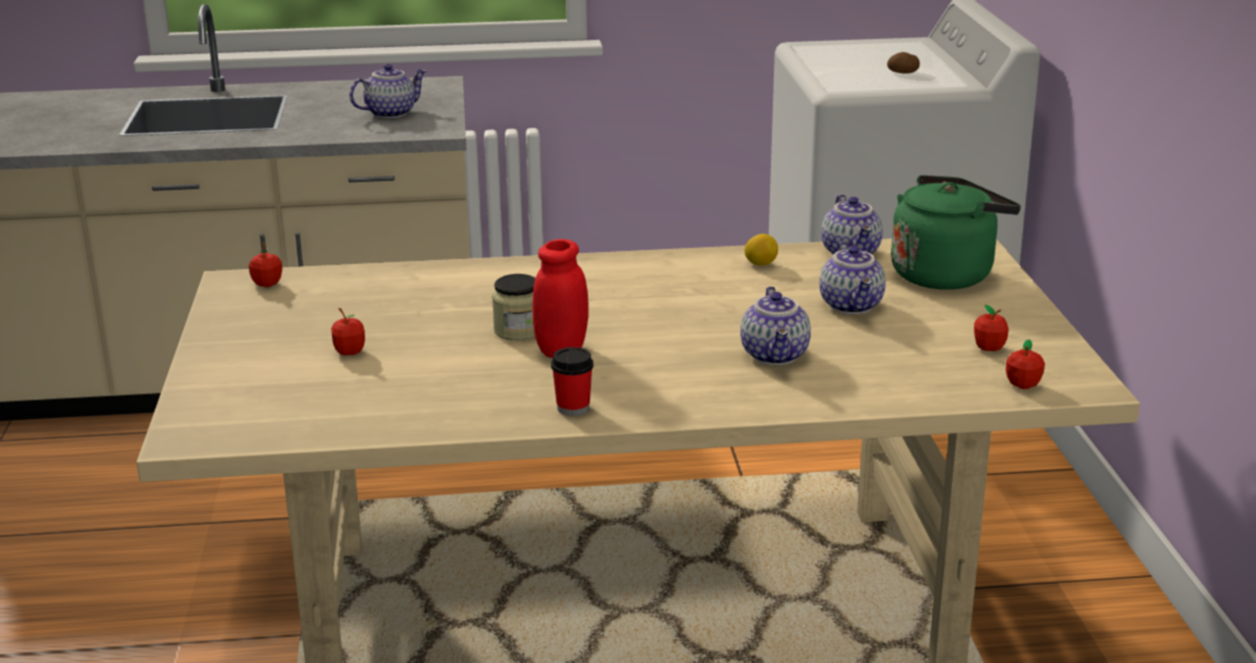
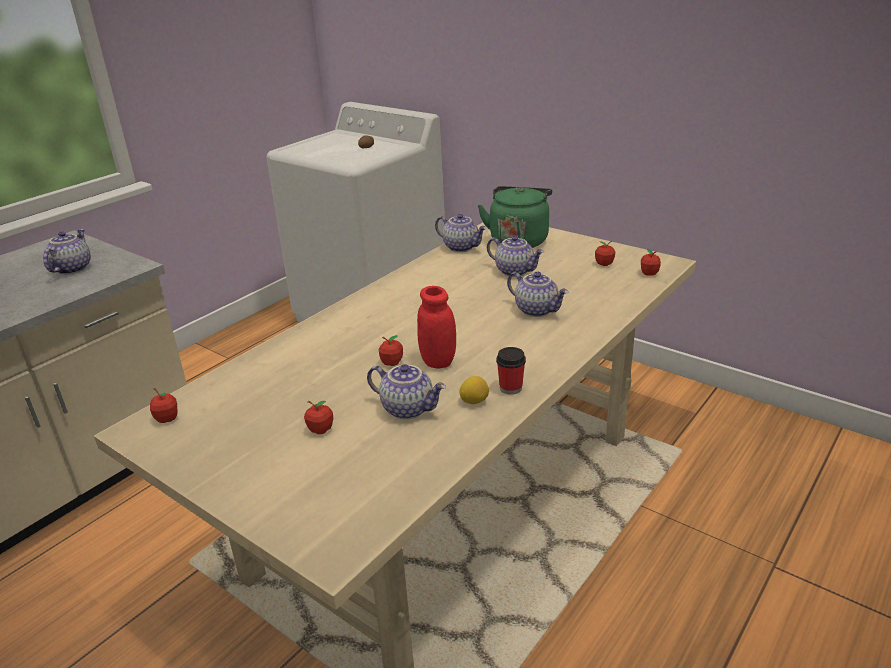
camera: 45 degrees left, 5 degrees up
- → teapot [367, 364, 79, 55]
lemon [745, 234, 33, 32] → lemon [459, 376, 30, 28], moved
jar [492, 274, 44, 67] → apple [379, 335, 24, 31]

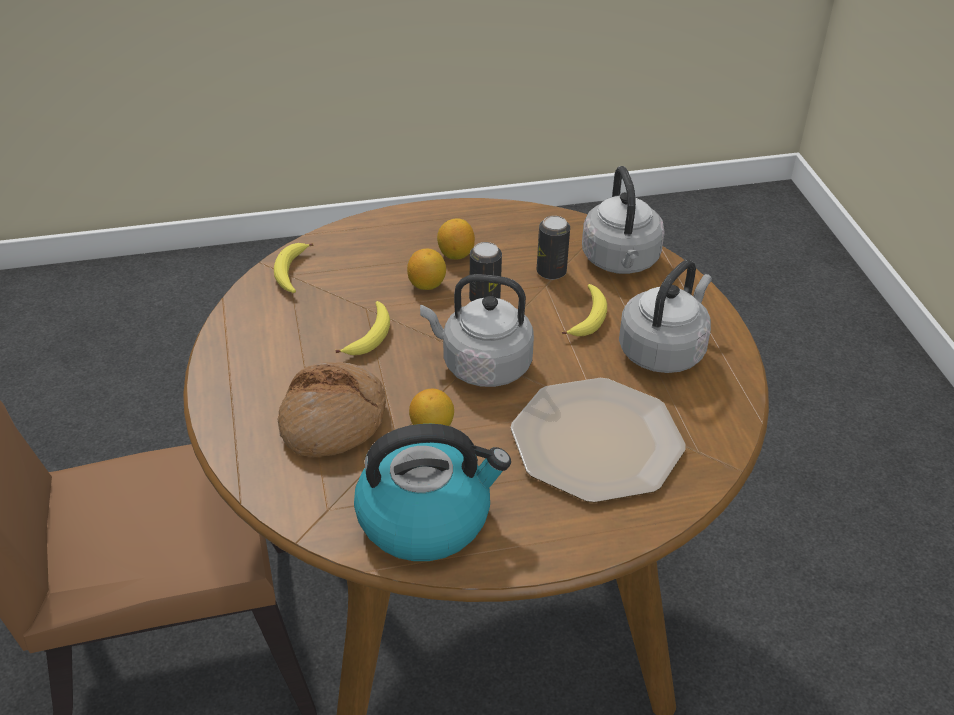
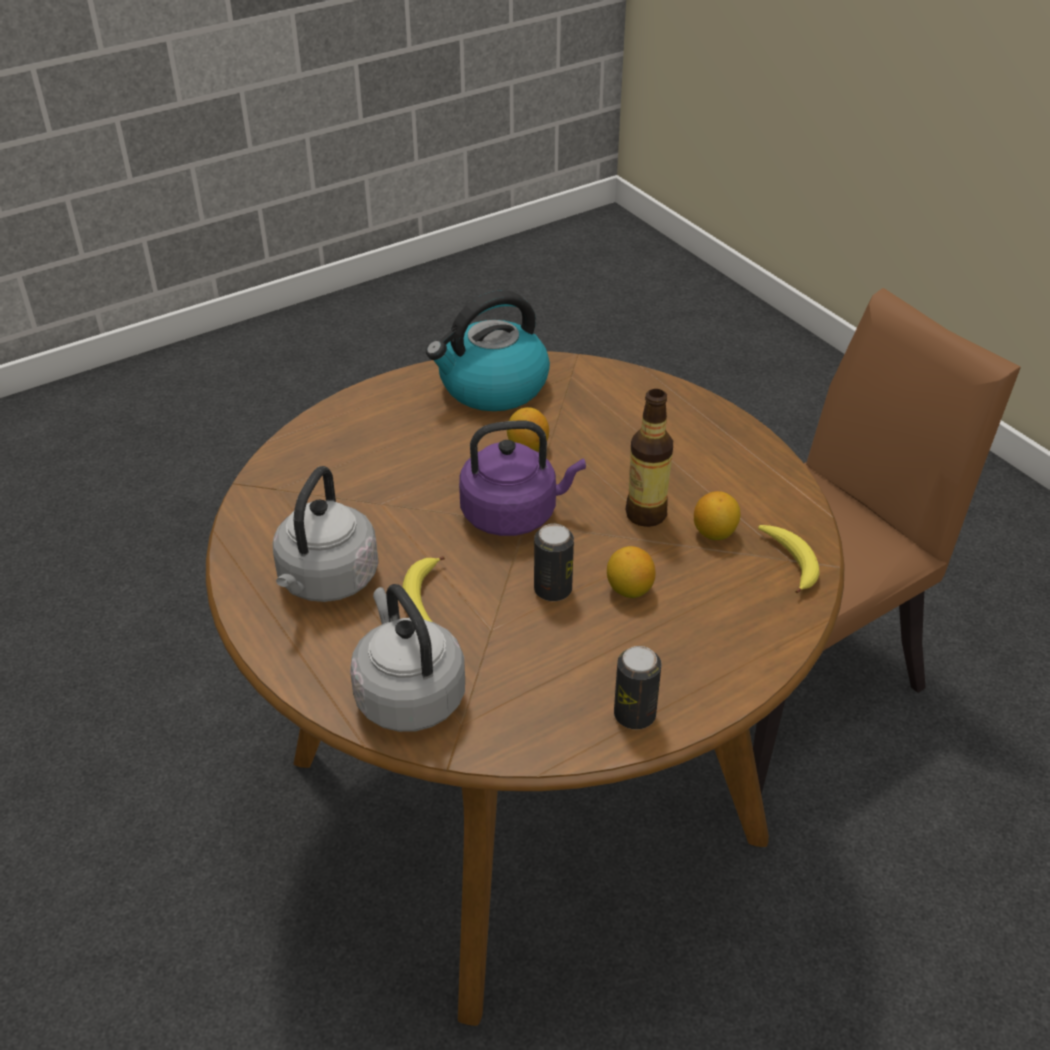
camera: 160 degrees right, 0 degrees up
bread [277, 362, 109, 95] → -
plate [511, 378, 175, 125] → -
lemon [437, 218, 38, 42] → lemon [694, 491, 47, 49], moved
can [537, 216, 33, 64] → can [614, 646, 48, 83], moved
banana [335, 301, 55, 54] → bottle [626, 389, 47, 138]
kettle in grey [420, 274, 114, 113] → kettle in purple [459, 420, 127, 116]

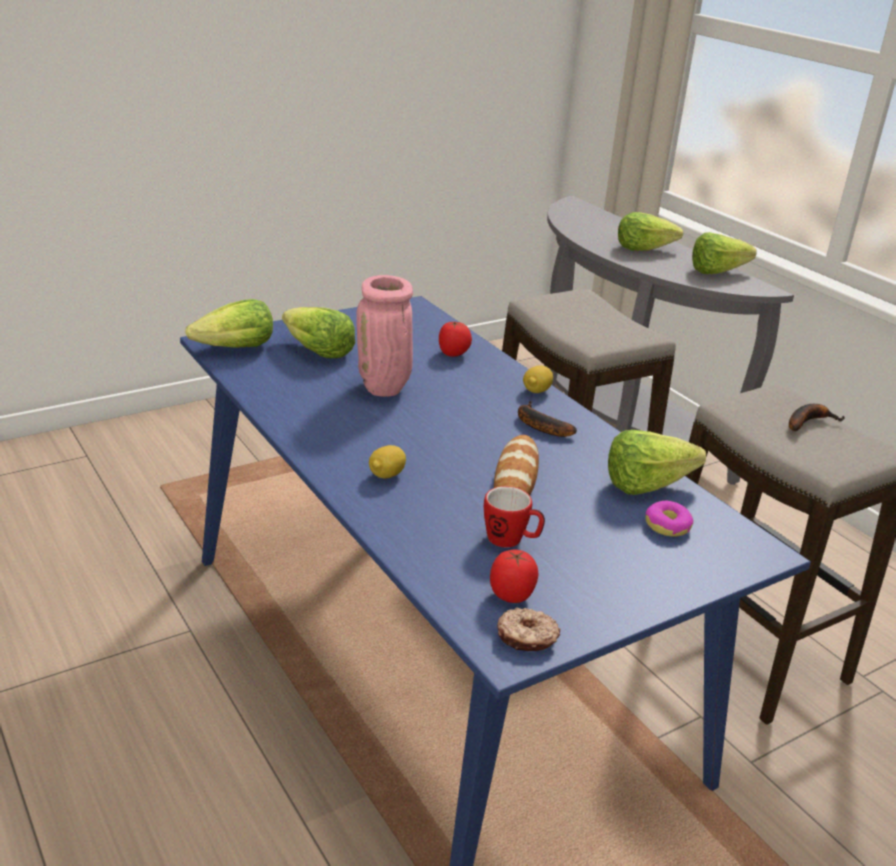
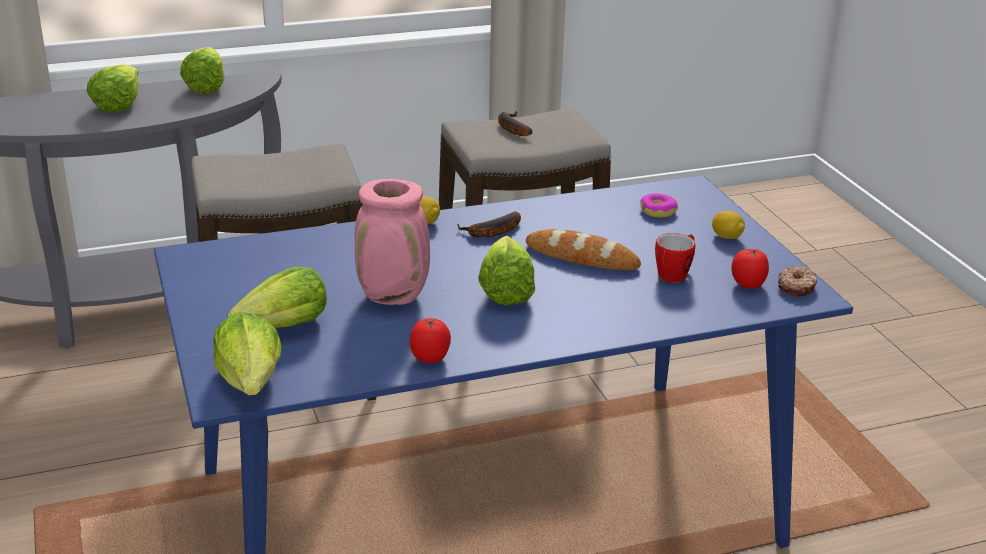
camera: 75 degrees left, 0 degrees up
lemon [369, 445, 37, 34] → lemon [712, 211, 33, 28], moved
tomato [439, 321, 33, 36] → tomato [410, 318, 41, 45], moved
lettuce [608, 430, 98, 65] → lettuce [478, 236, 57, 69], moved

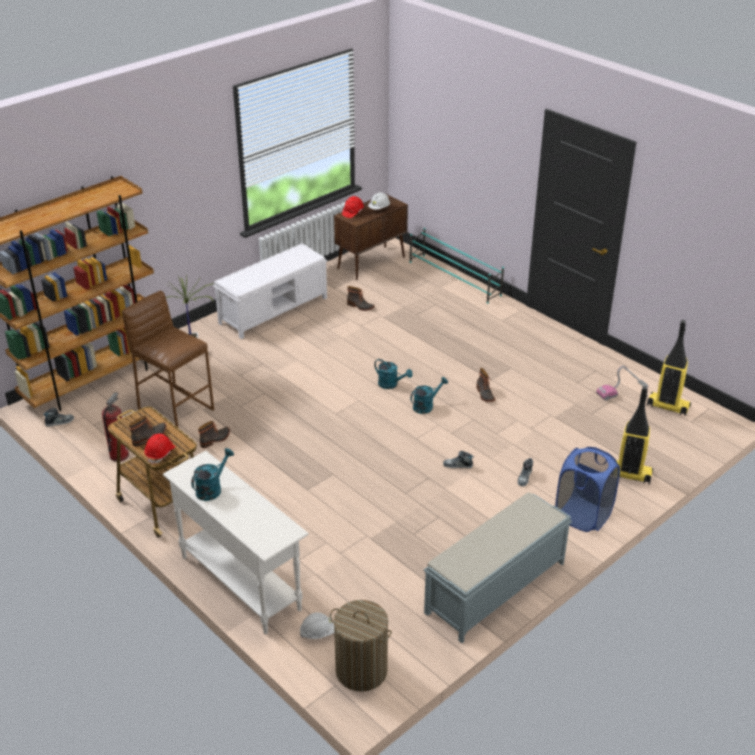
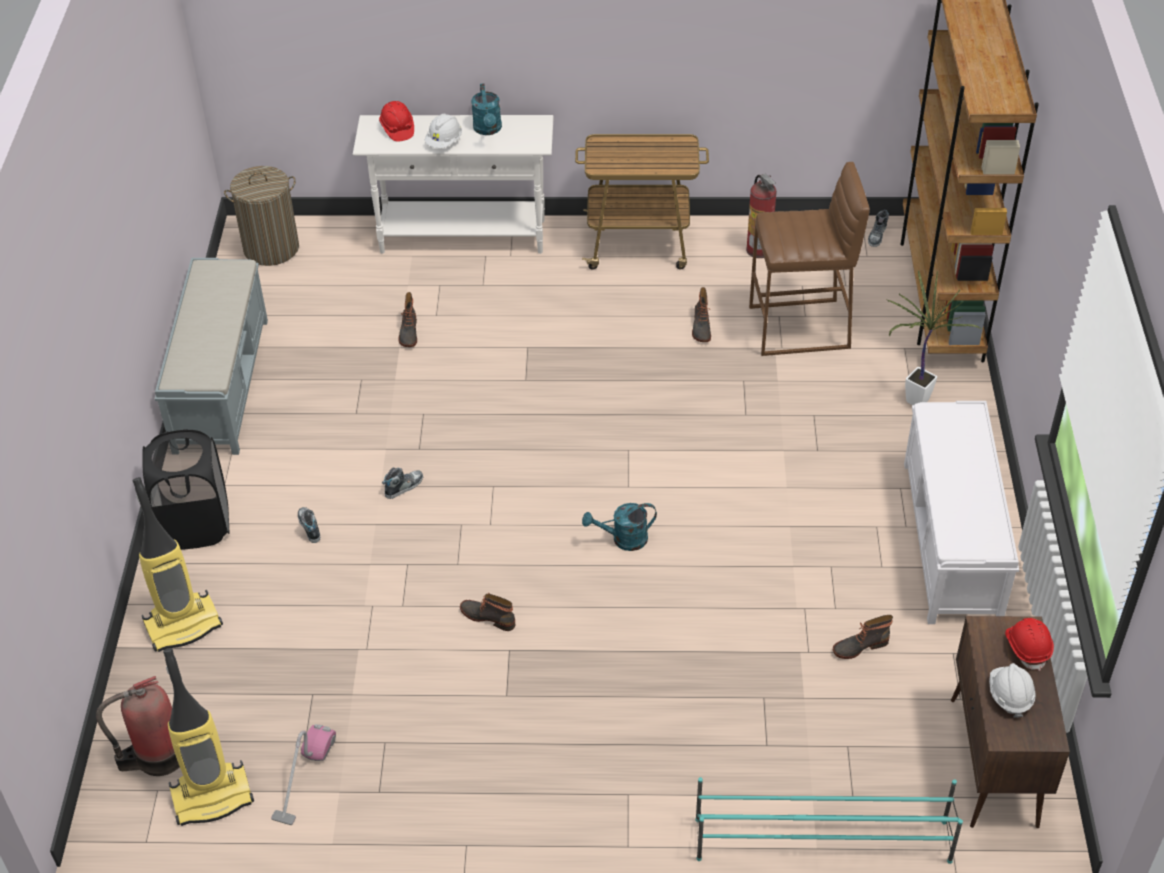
camera: 135 degrees right, 10 degrees up
watering can in turquoise [410, 377, 38, 37] → -
- → fire extinguisher [96, 676, 84, 100]
boot [129, 416, 38, 31] → boot [398, 292, 19, 55], moved
hard hat in red [144, 434, 32, 31] → hard hat in red [379, 101, 35, 41], moved
hard hat in white [300, 612, 34, 27] → hard hat in white [425, 114, 37, 34], moved
laundry basket in blue [555, 447, 65, 85] → laundry basket in black [142, 429, 87, 121]

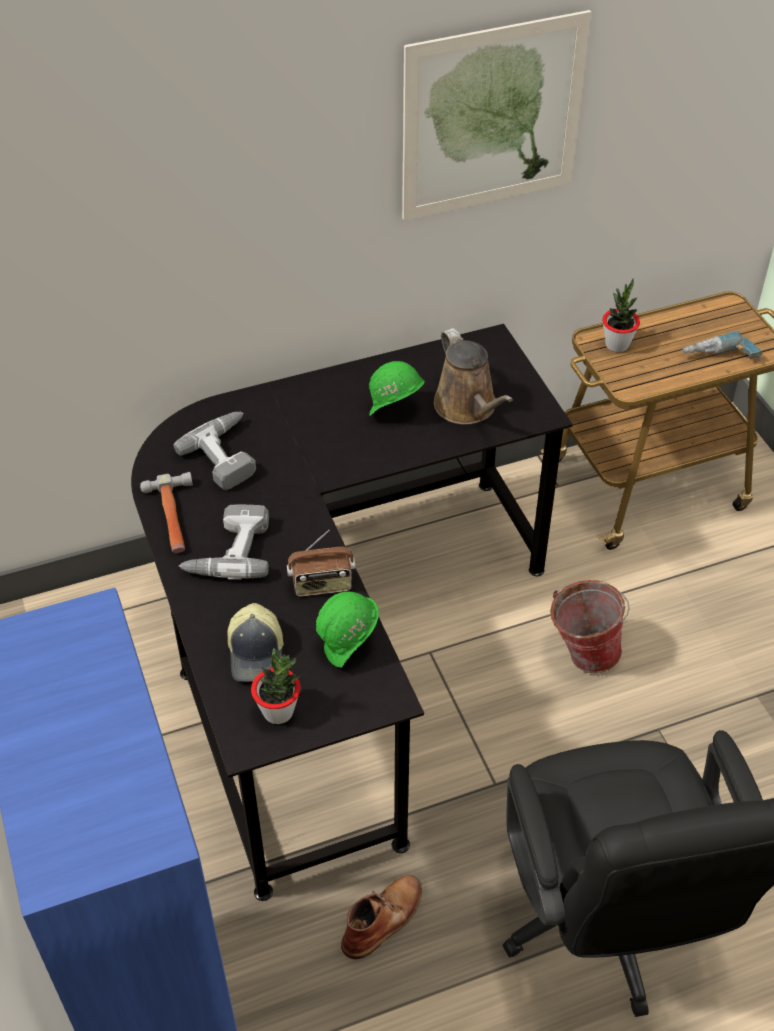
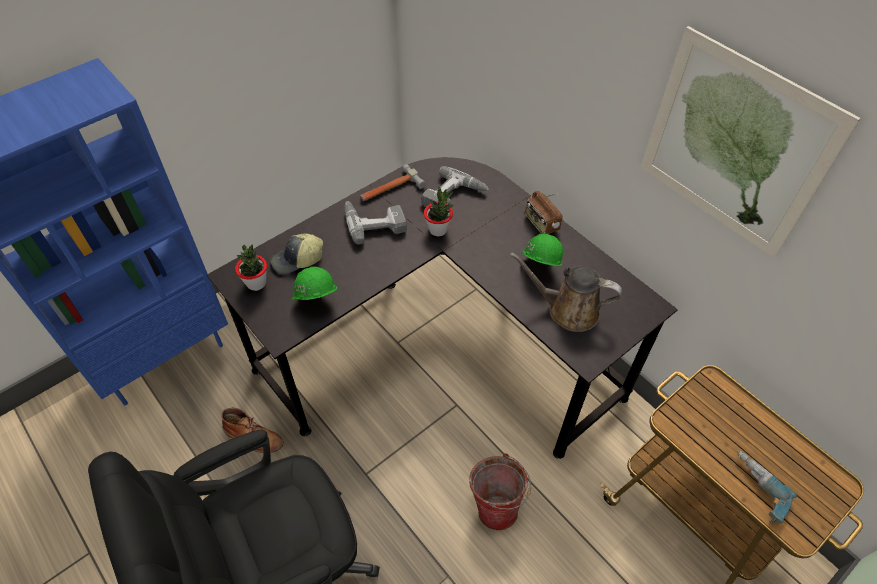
camera: 70 degrees right, 5 degrees up
radio [287, 530, 68, 66] → radio [525, 191, 38, 43], moved
potted plant [602, 279, 38, 73] → potted plant [424, 186, 30, 50], moved
watering can in brown [434, 328, 79, 97] → watering can in brown [510, 252, 112, 80], 60 degrees clockwise

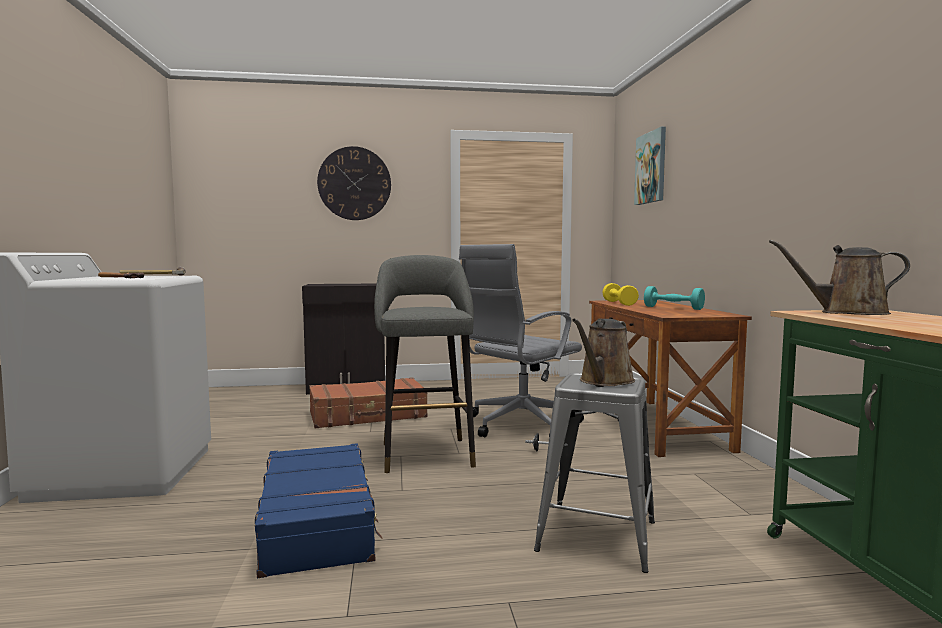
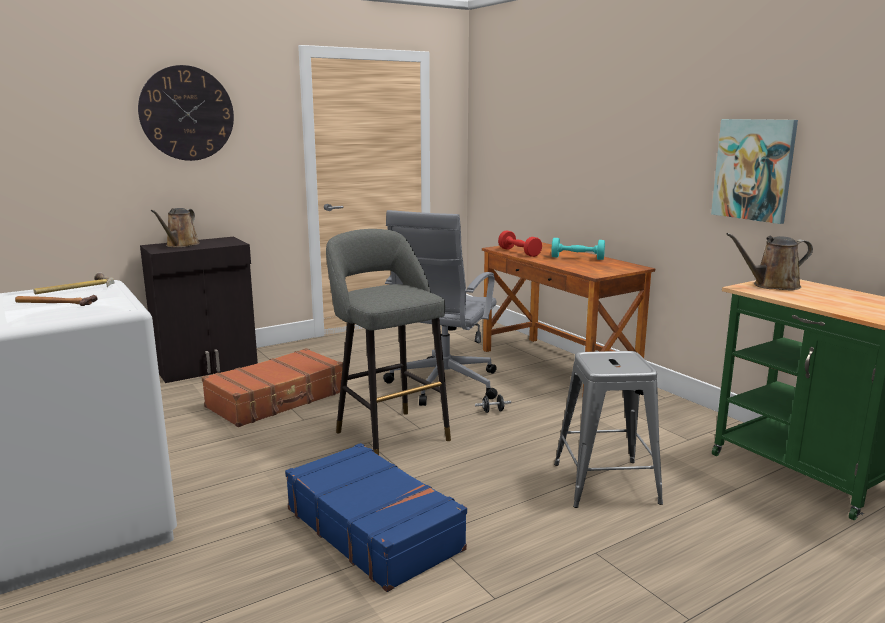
camera: 25 degrees left, 10 degrees up
watering can in brown [572, 318, 63, 68] → watering can in brown [151, 208, 49, 40], moved
picture [634, 127, 32, 78] → picture [711, 119, 87, 105], moved
dumbbell in yellow [602, 283, 37, 23] → dumbbell in red [498, 230, 44, 27]

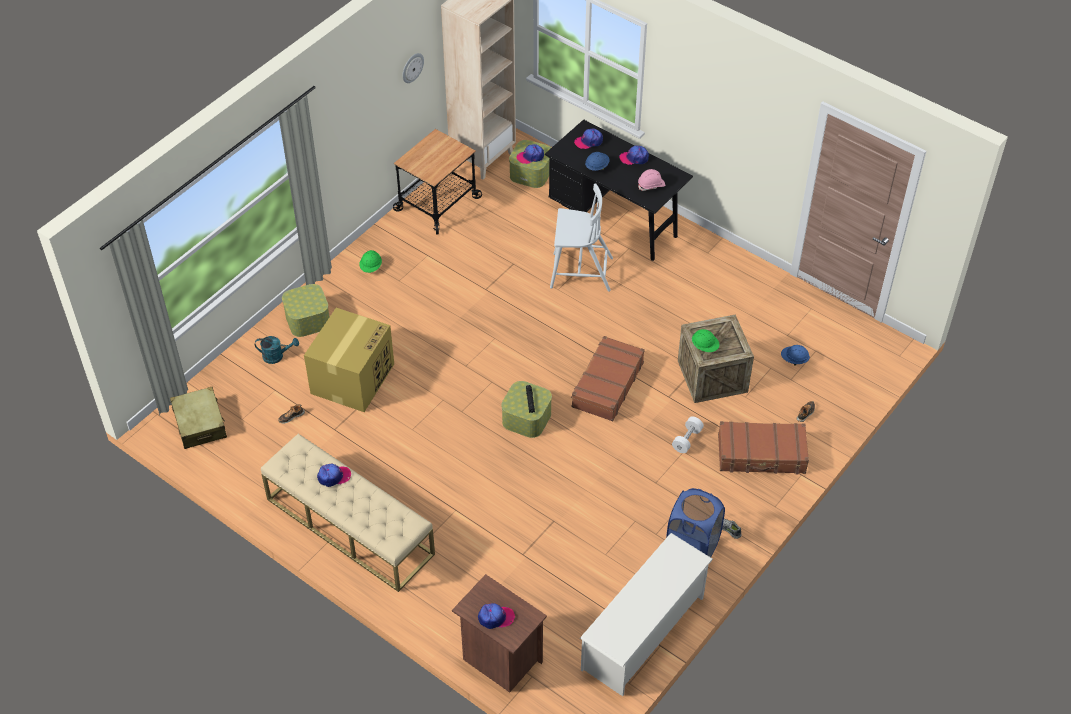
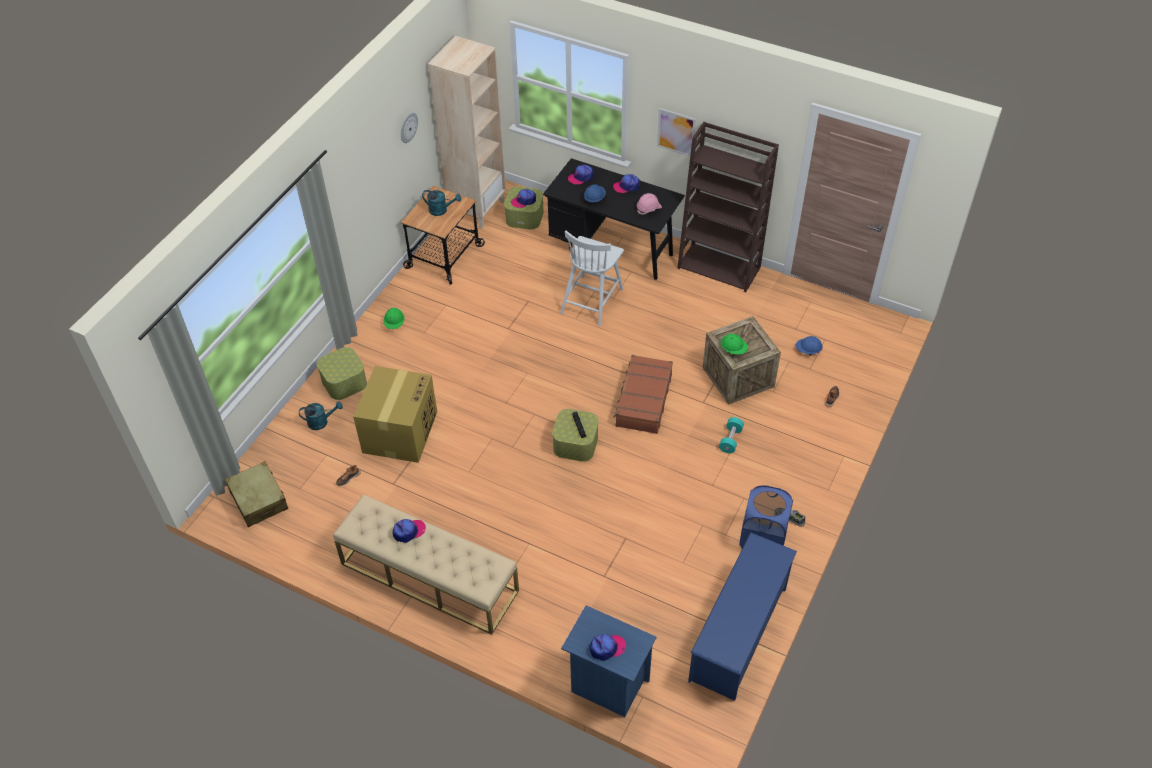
camera: 10 degrees left, 0 degrees up
suitcase in brown [718, 421, 91, 53] → -
- → watering can in turquoise [422, 190, 39, 26]
- → picture [657, 108, 39, 49]
- → bookcase in brown [677, 122, 102, 170]
nightstand in brown [452, 574, 95, 119] → nightstand in blue [561, 605, 96, 112]
shoe rack in white [580, 533, 133, 163] → shoe rack in blue [688, 532, 109, 169]
dumbbell in white [672, 416, 32, 37] → dumbbell in turquoise [719, 417, 25, 36]
chair in white [550, 183, 63, 109] → chair in white [560, 230, 64, 96], 120 degrees clockwise

